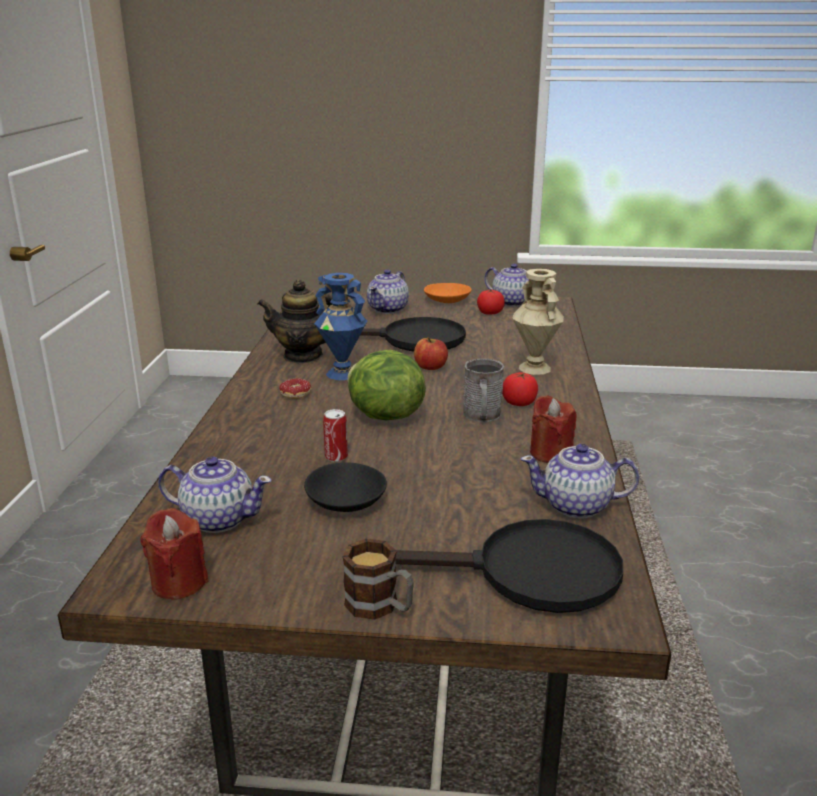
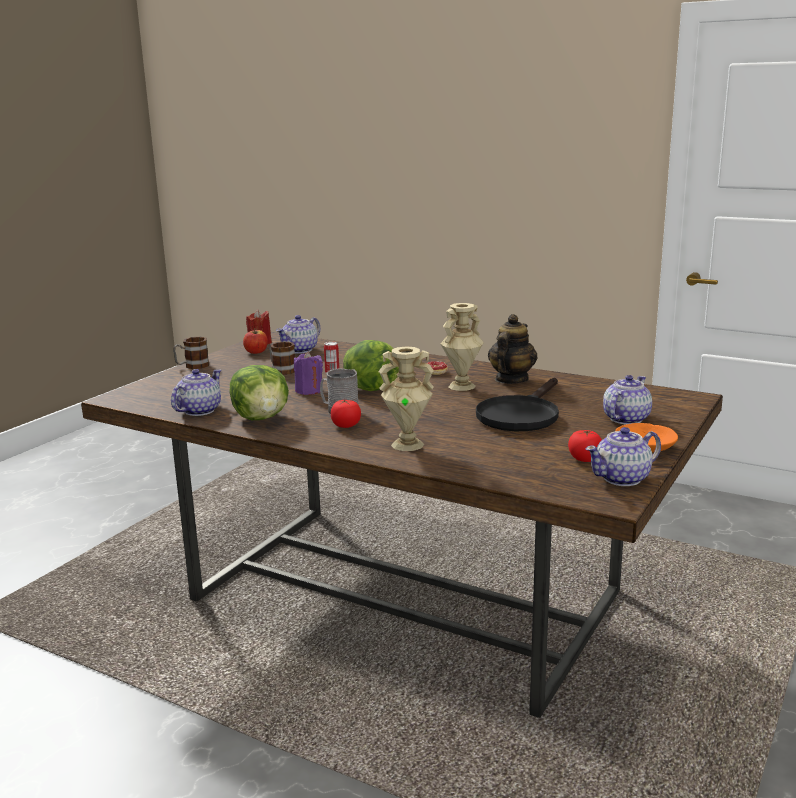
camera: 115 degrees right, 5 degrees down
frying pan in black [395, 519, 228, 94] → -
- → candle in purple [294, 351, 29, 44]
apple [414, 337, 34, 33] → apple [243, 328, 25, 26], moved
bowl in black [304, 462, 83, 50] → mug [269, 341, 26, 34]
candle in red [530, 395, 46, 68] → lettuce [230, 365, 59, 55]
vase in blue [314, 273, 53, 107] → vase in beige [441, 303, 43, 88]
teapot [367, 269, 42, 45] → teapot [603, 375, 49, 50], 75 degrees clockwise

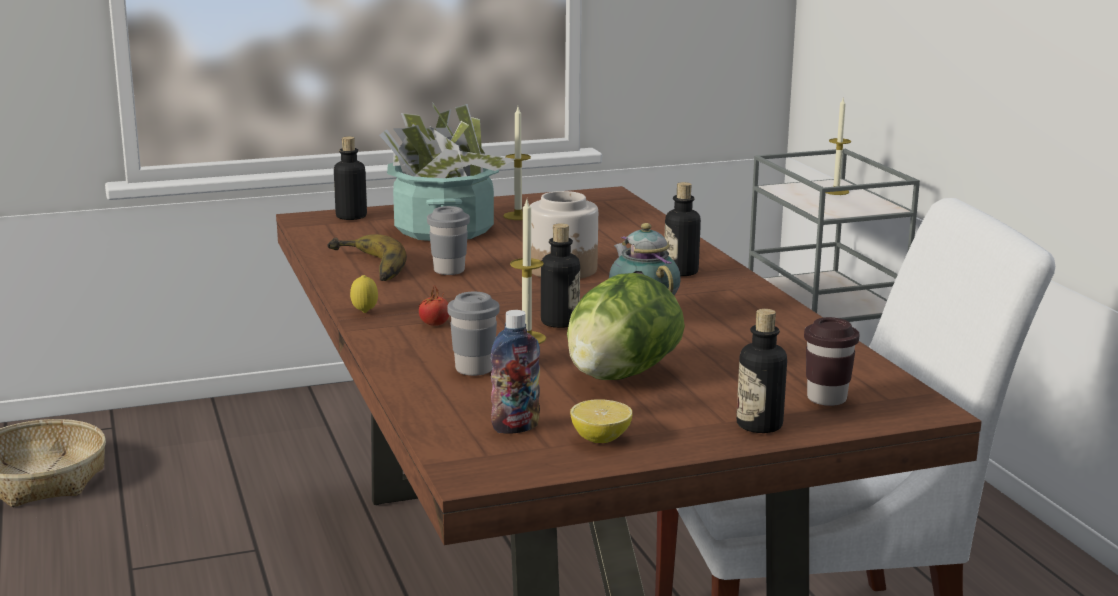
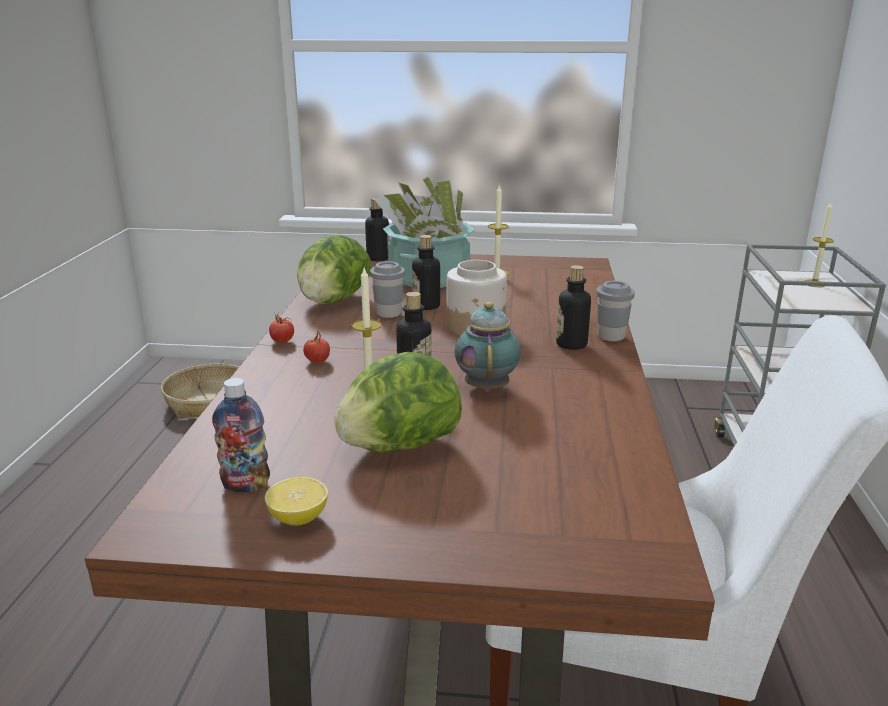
camera: 25 degrees right, 5 degrees up
cup in brown [804, 317, 56, 89] → -
cup in grey [447, 291, 52, 85] → cup in grey [596, 281, 39, 60], moved
bottle [736, 309, 51, 124] → bottle [412, 235, 28, 75], moved
banana [327, 234, 80, 47] → lettuce [297, 234, 75, 70]
lemon [350, 275, 28, 38] → tomato [269, 312, 25, 31]

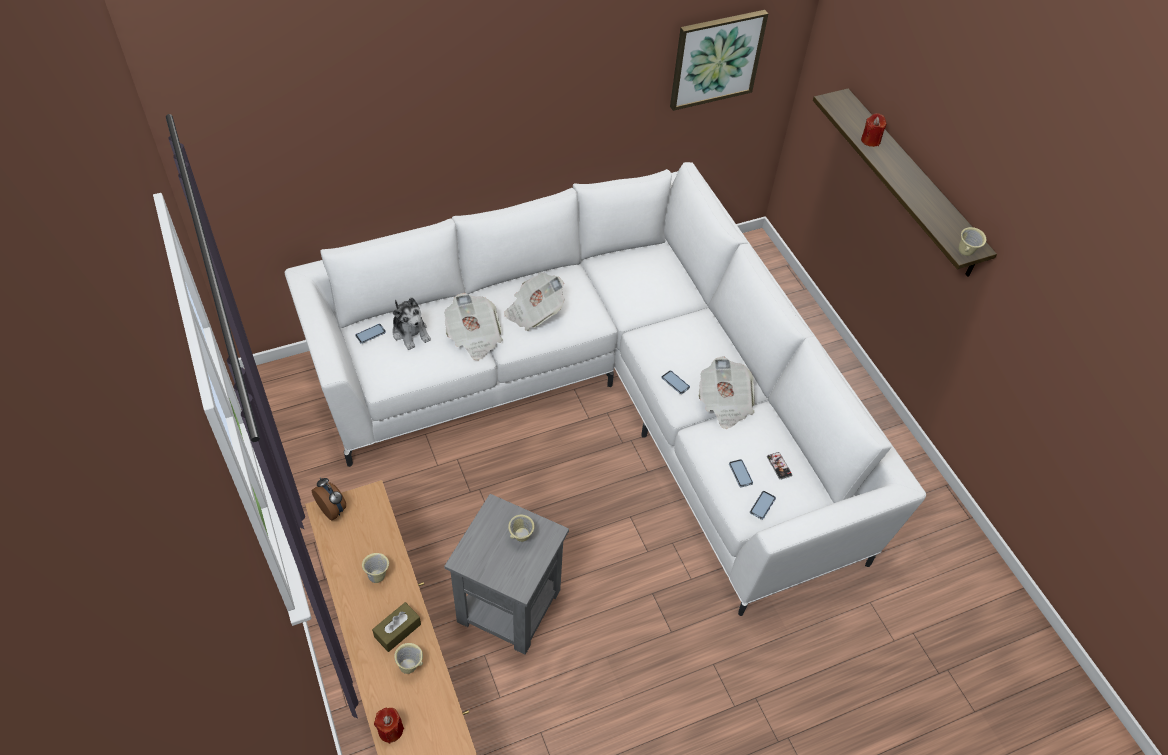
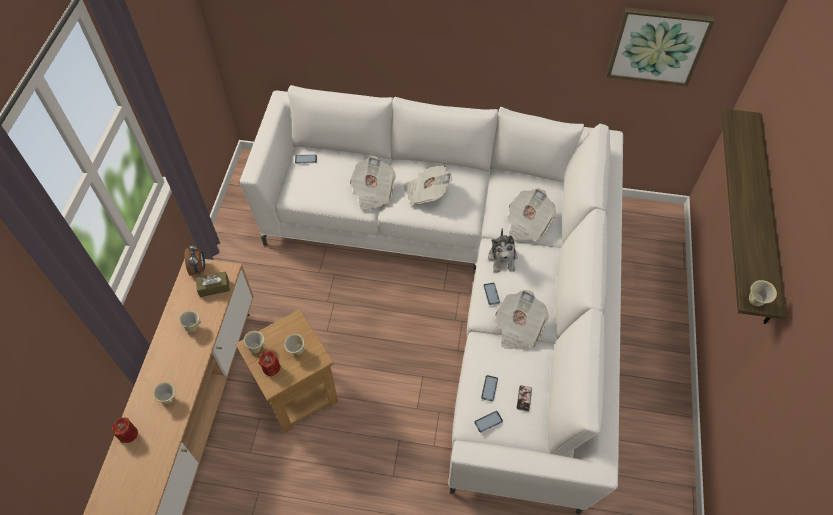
camera: 35 degrees right, 5 degrees up
- → mug in beige [244, 331, 21, 22]
- → newspaper [508, 188, 48, 53]
tissue box in brown [372, 602, 49, 50] → tissue box in brown [196, 272, 34, 25], moved
plush toy [392, 297, 39, 53] → plush toy [488, 228, 30, 44], moved
candle in red [861, 113, 26, 34] → candle in red [259, 351, 22, 26], moved
side table in grey [444, 494, 125, 161] → side table in brown [235, 309, 103, 124]

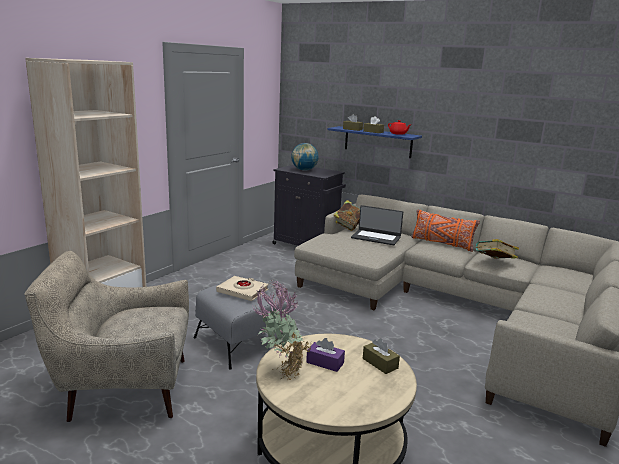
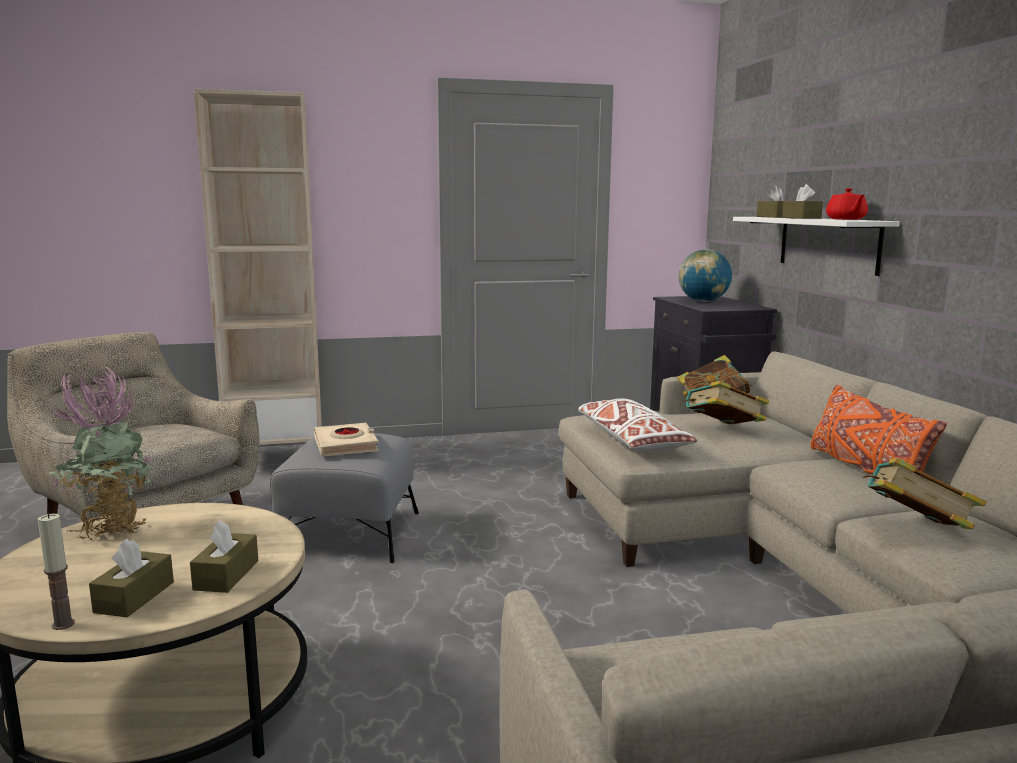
camera: 45 degrees right, 5 degrees down
tissue box in purple [306, 338, 39, 34] → -
- → candle [38, 513, 37, 117]
- → tissue box in brown [89, 539, 85, 78]
- → pillow in white [578, 398, 119, 55]
laptop [351, 205, 52, 40] → book [684, 381, 85, 43]
shelf in blue [327, 126, 95, 32] → shelf in white [733, 217, 167, 59]

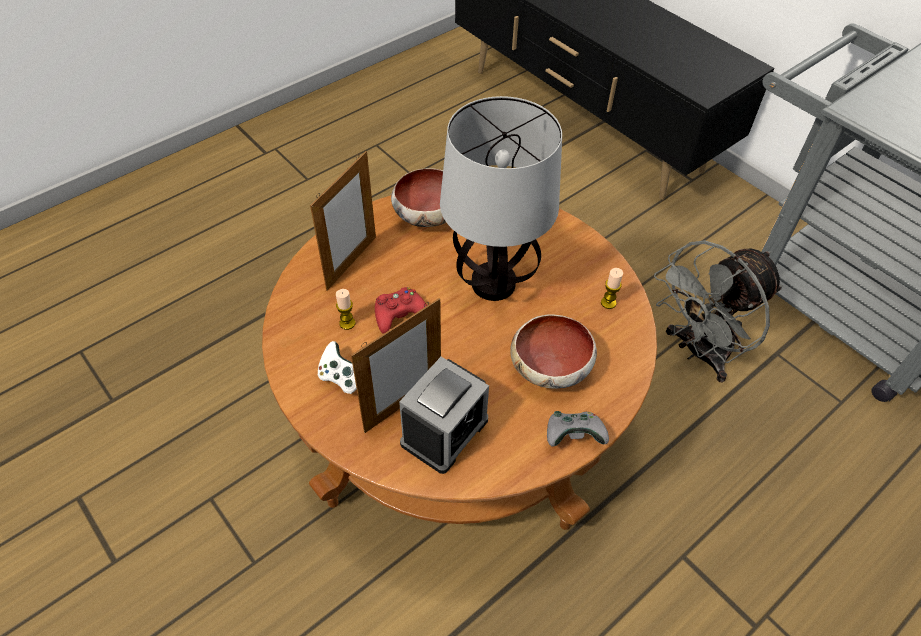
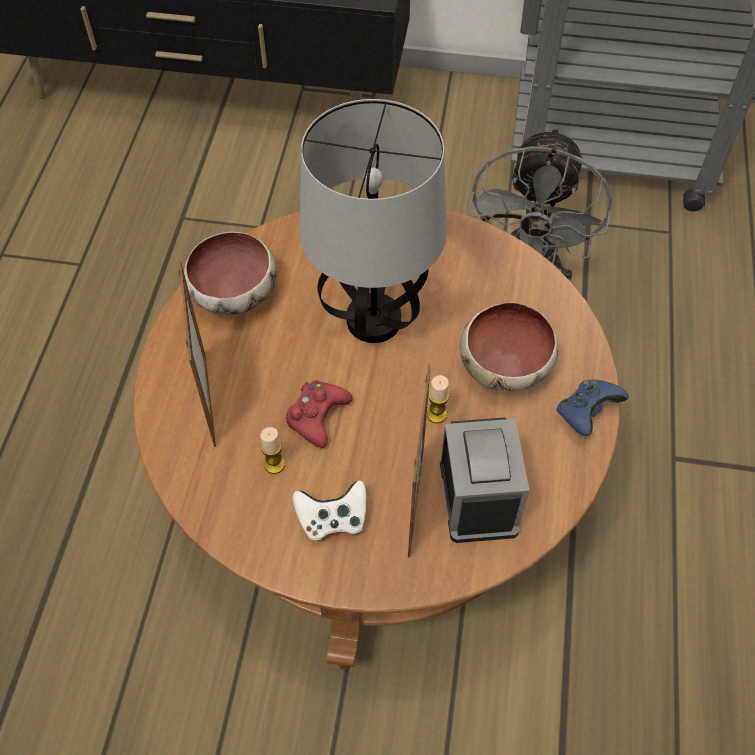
camera: 40 degrees left, 5 degrees up
candle [601, 268, 22, 41] → candle [427, 375, 22, 48], moved
game controller in grey [547, 411, 62, 36] → game controller in blue [556, 379, 72, 57]

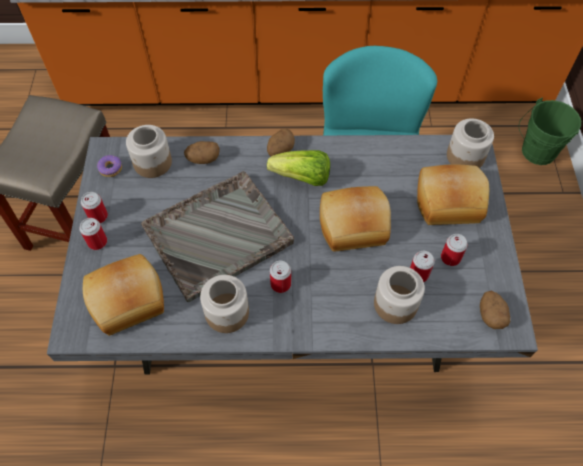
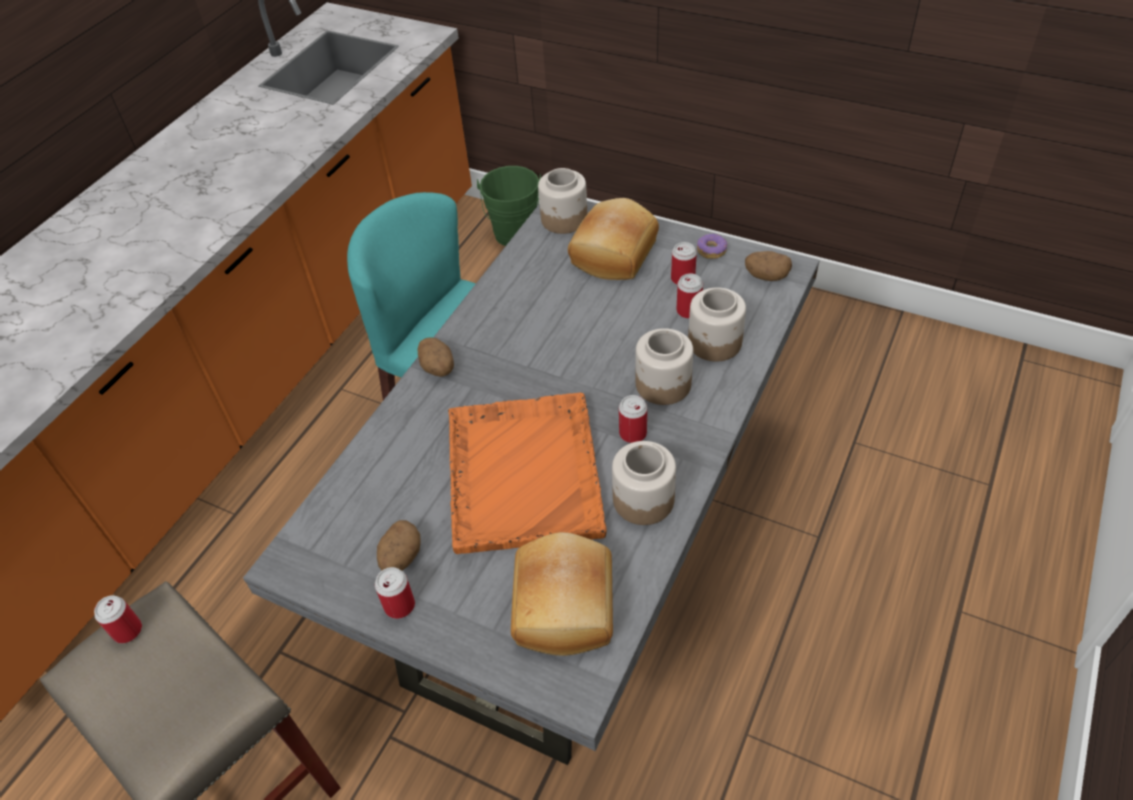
camera: 60 degrees left, 10 degrees down
lettuce [267, 150, 63, 36] → -
bread [320, 186, 71, 66] → -
can [80, 218, 27, 32] → can [94, 595, 48, 48], moved
donut [97, 155, 25, 22] → donut [697, 234, 30, 25], moved
jar [126, 125, 46, 53] → jar [636, 328, 58, 77], moved
potato [184, 141, 36, 23] → potato [377, 520, 44, 50], moved
tray in grey [141, 171, 153, 131] → tray in orange [448, 392, 159, 162]

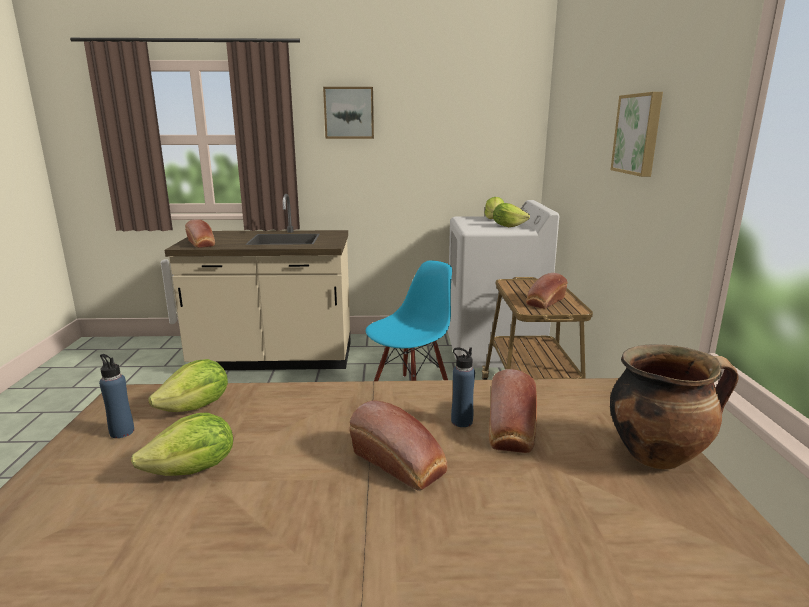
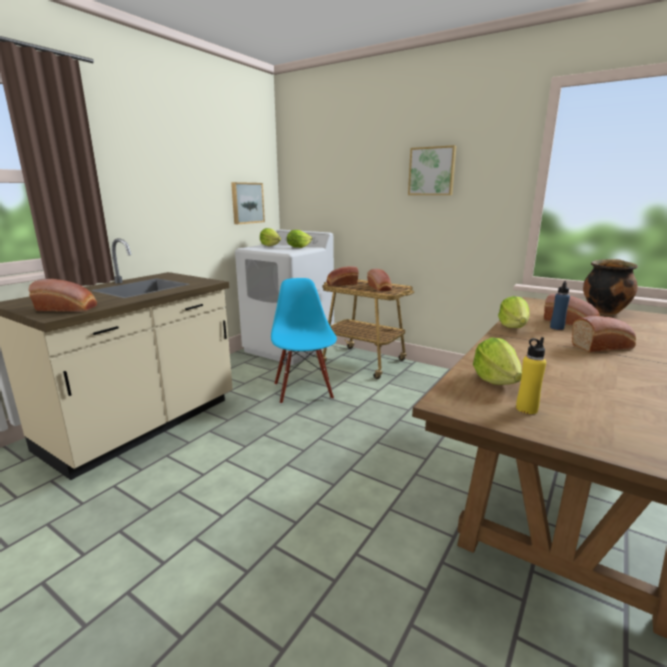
camera: 55 degrees left, 0 degrees up
- → bread [326, 266, 33, 20]
lettuce [131, 412, 102, 64] → lettuce [498, 296, 32, 32], moved
picture [323, 87, 51, 52] → picture [231, 182, 34, 42], moved
bottle in blue [99, 354, 35, 84] → bottle in yellow [516, 337, 30, 77]

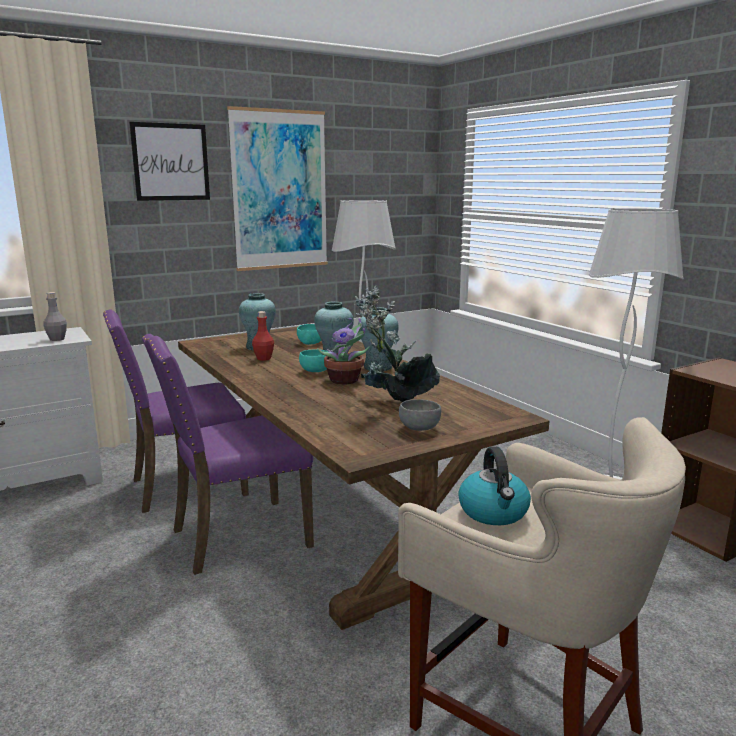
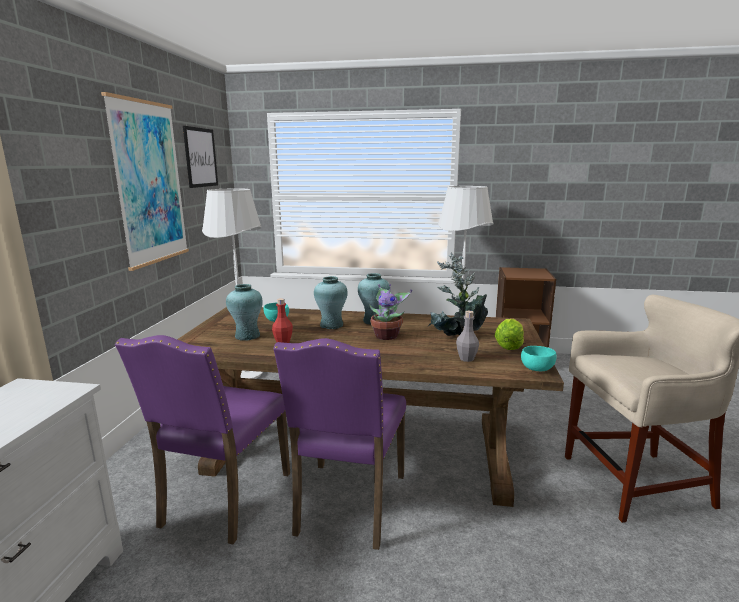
camera: 50 degrees left, 0 degrees up
kettle [458, 447, 73, 78] → -
bottle in grey [43, 292, 24, 49] → bottle in grey [456, 311, 23, 51], moved
picture [129, 122, 81, 79] → picture [183, 126, 35, 62], moved
bowl in turquoise [299, 349, 30, 23] → bowl in turquoise [521, 346, 36, 25], moved
bowl in grey [399, 399, 42, 32] → lettuce [494, 319, 30, 31]

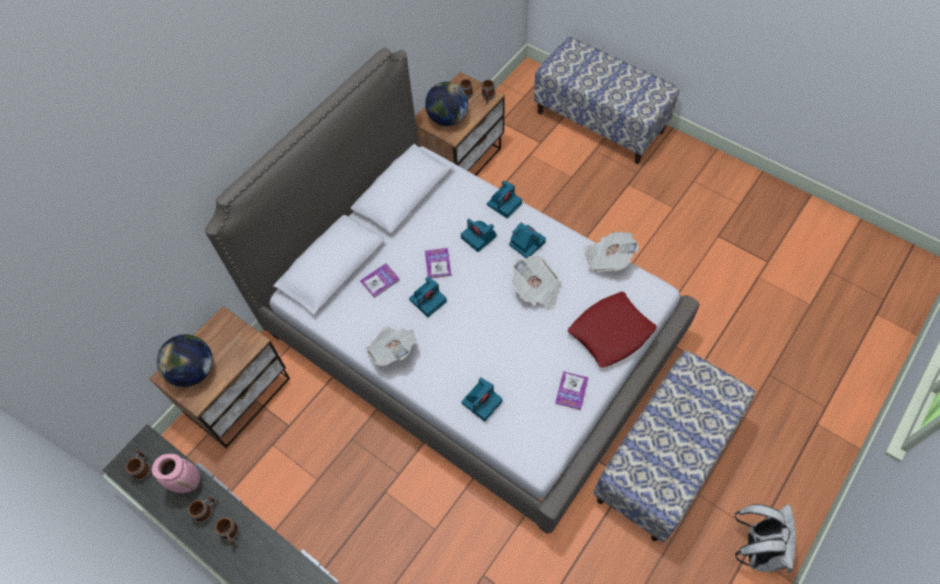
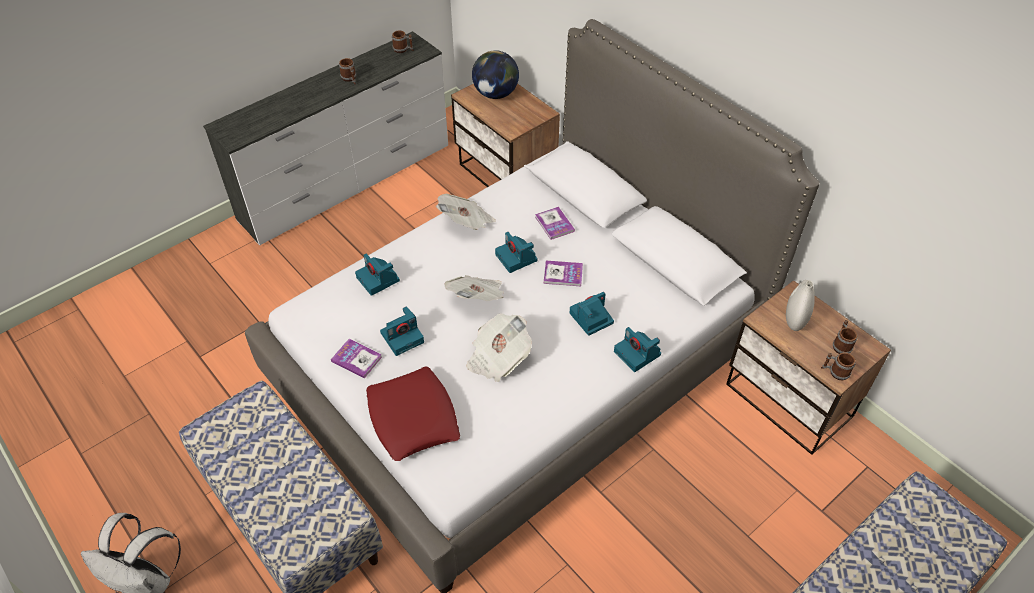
camera: 100 degrees right, 10 degrees down
vase in pink [152, 454, 48, 39] → -
mug [215, 517, 25, 30] → -
photo camera [509, 222, 37, 36] → photo camera [380, 306, 44, 50], moved
newspaper [584, 232, 55, 40] → newspaper [445, 275, 59, 26], moved
globe [425, 82, 43, 44] → vase in white [786, 280, 29, 51]

